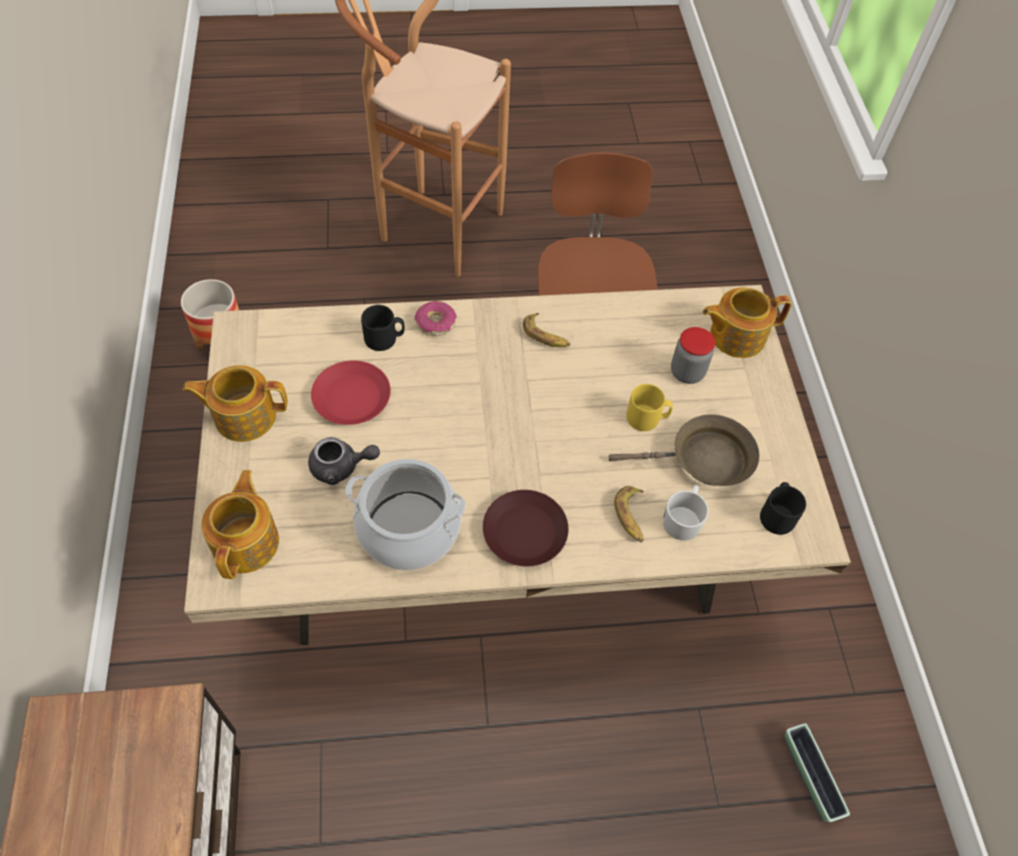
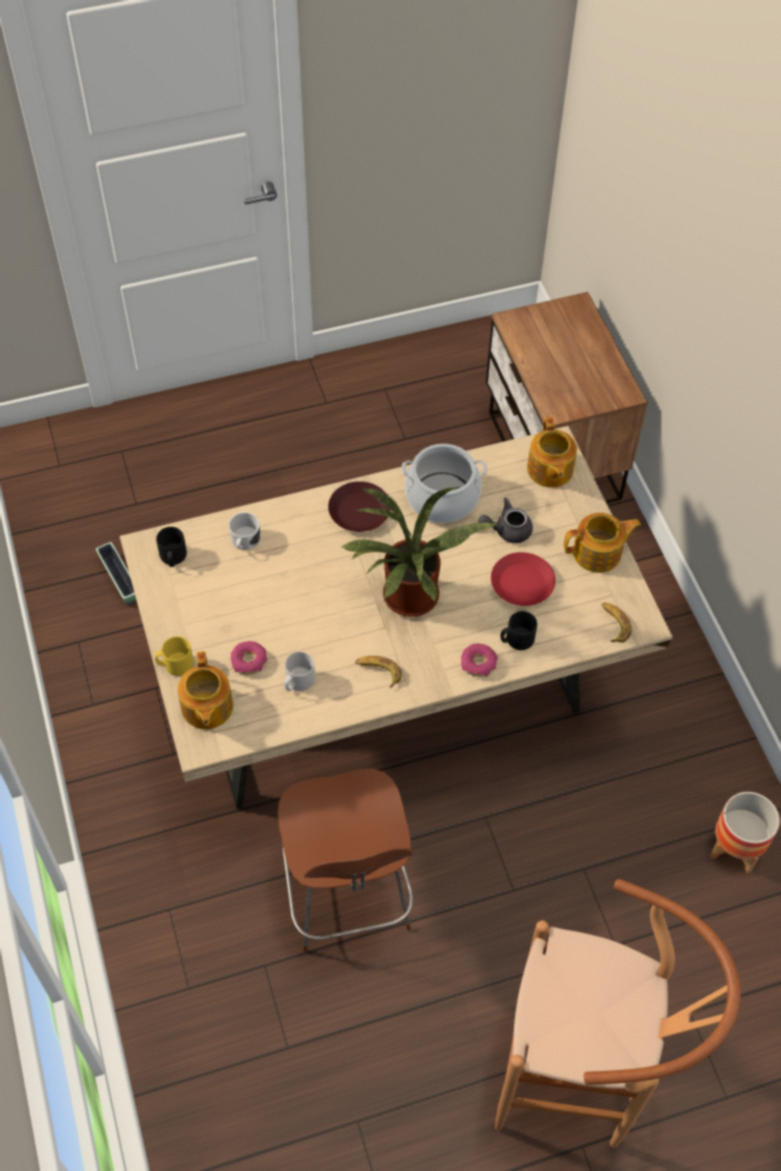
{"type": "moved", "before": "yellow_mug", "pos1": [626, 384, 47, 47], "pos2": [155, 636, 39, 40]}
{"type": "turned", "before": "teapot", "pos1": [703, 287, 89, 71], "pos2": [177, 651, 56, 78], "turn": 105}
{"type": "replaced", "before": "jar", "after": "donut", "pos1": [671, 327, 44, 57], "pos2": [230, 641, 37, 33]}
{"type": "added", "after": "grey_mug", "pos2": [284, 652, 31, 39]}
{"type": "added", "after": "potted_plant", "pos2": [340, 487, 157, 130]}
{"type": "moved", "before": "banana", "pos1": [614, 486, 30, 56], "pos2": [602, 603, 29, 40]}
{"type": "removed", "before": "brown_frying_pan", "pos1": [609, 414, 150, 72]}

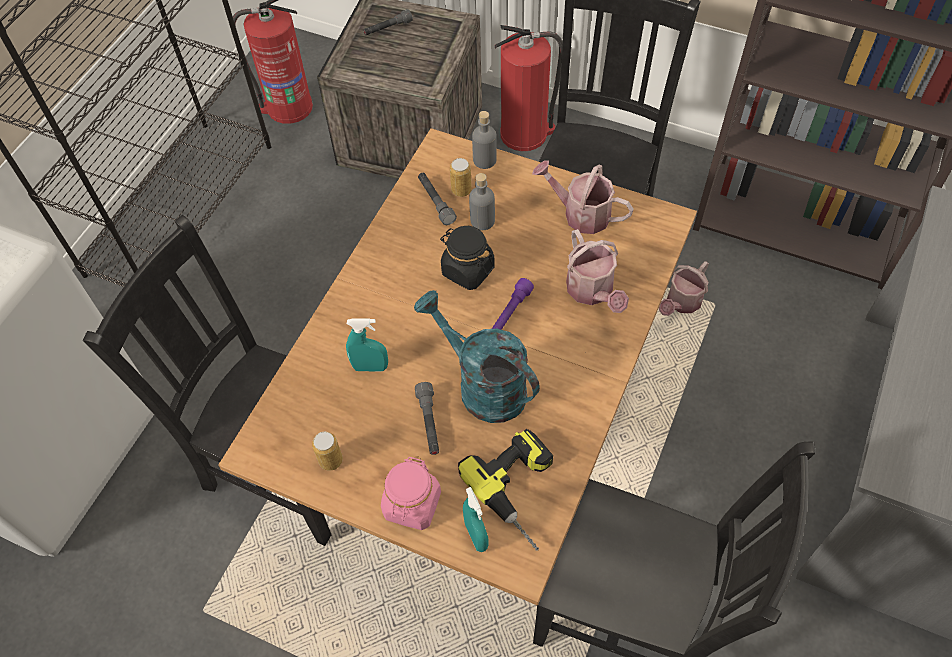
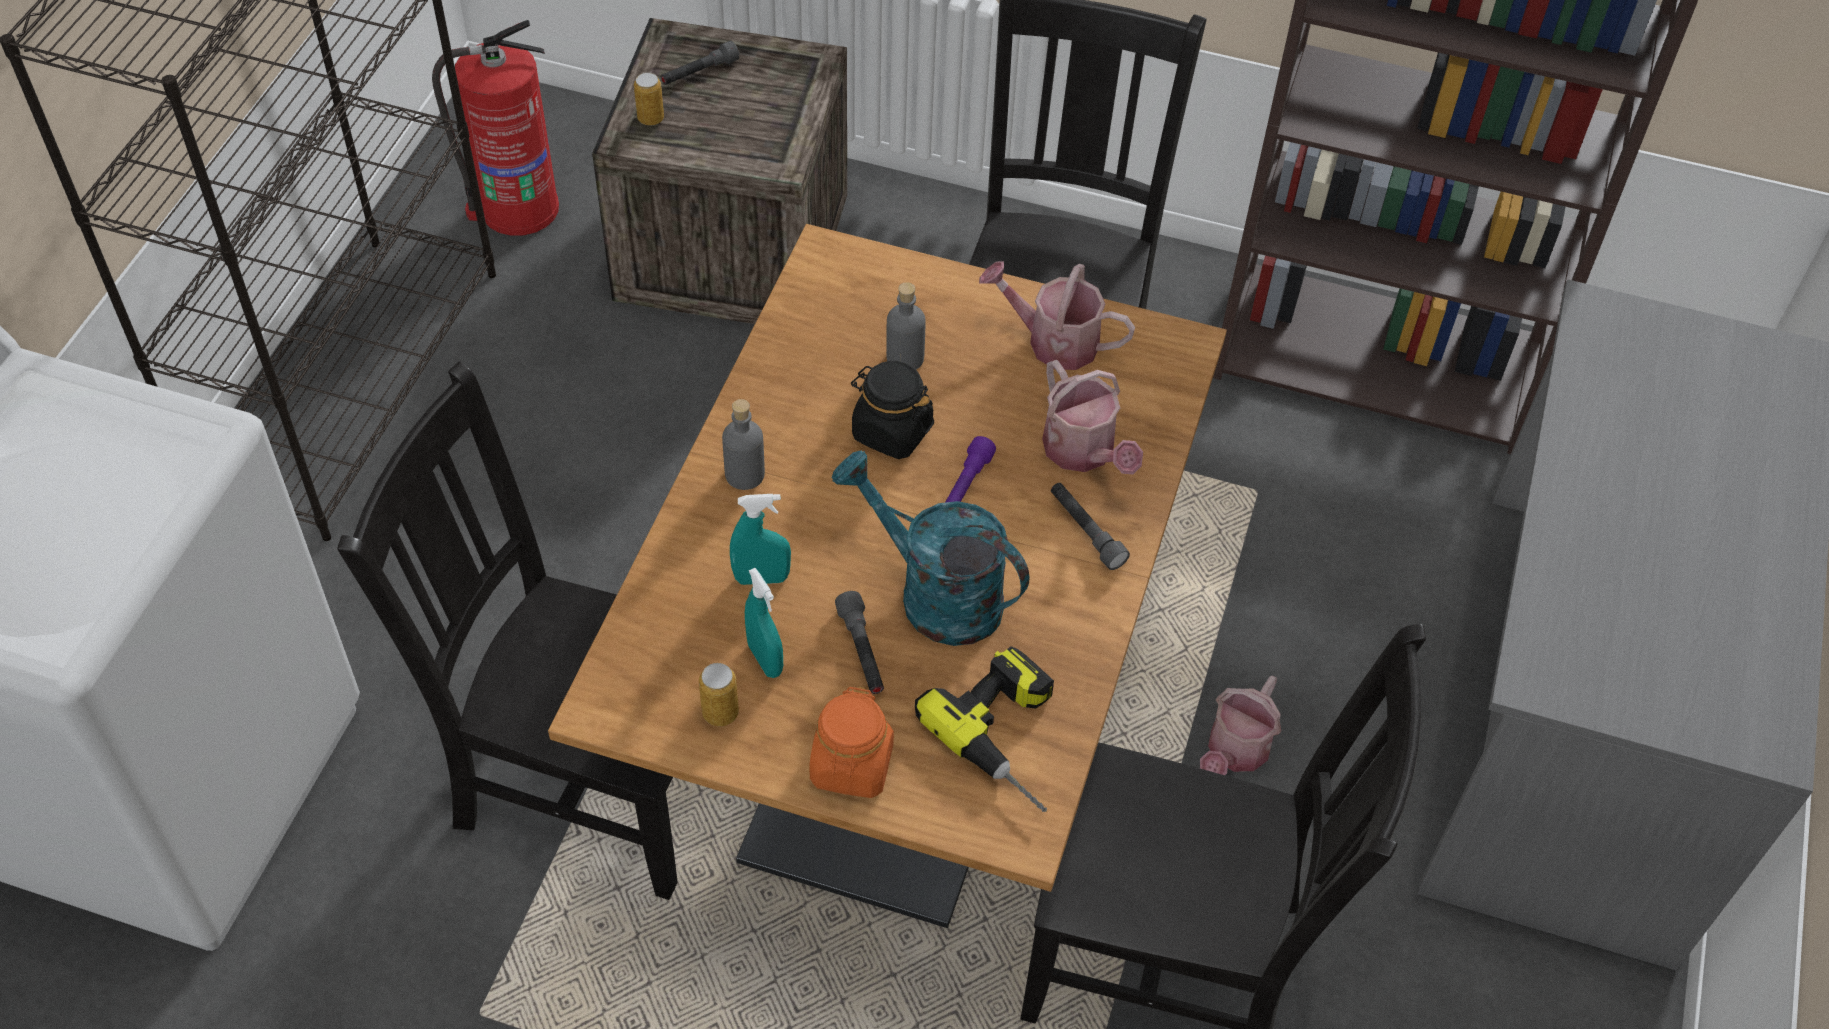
{"type": "moved", "before": "can", "pos1": [450, 158, 22, 39], "pos2": [634, 72, 30, 54]}
{"type": "moved", "before": "grey_bottle", "pos1": [472, 111, 25, 58], "pos2": [722, 399, 43, 91]}
{"type": "moved", "before": "turquoise_spray_bottle", "pos1": [463, 487, 26, 65], "pos2": [745, 568, 38, 110]}
{"type": "recoloured", "before": "pink_jar", "after": "orange_jar", "pos1": [381, 456, 60, 74], "pos2": [809, 686, 85, 112]}
{"type": "moved", "before": "grey_flashlight", "pos1": [418, 173, 39, 52], "pos2": [1051, 483, 79, 87]}
{"type": "moved", "before": "watering_can", "pos1": [659, 261, 50, 55], "pos2": [1200, 676, 81, 99]}
{"type": "removed", "before": "fire_extinguisher", "pos1": [494, 25, 69, 126]}

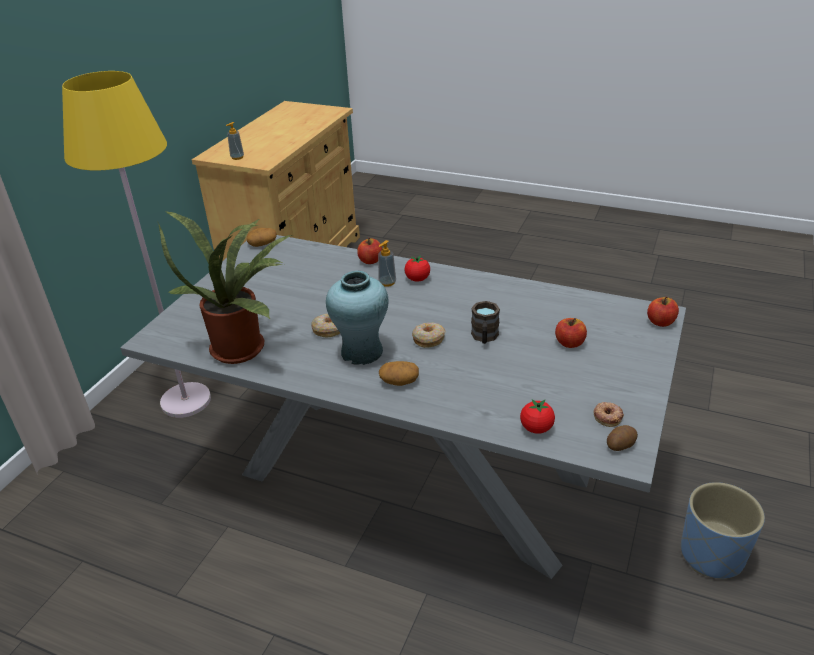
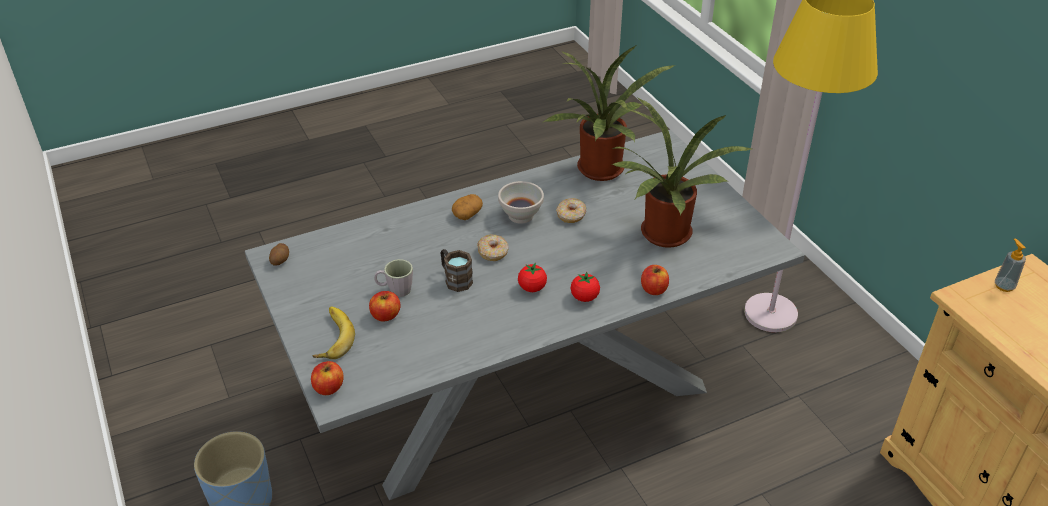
{"type": "added", "after": "banana", "pos2": [312, 307, 43, 52]}
{"type": "added", "after": "grey_mug", "pos2": [374, 259, 39, 38]}
{"type": "replaced", "before": "turquoise_vase", "after": "white_bowl", "pos1": [326, 271, 63, 94], "pos2": [498, 181, 46, 43]}
{"type": "moved", "before": "tomato", "pos1": [520, 399, 35, 35], "pos2": [518, 263, 29, 29]}
{"type": "added", "after": "potted_plant", "pos2": [612, 97, 140, 151]}
{"type": "removed", "before": "potato", "pos1": [247, 228, 30, 19]}
{"type": "removed", "before": "soap_dispenser", "pos1": [378, 240, 18, 47]}
{"type": "removed", "before": "donut", "pos1": [593, 402, 31, 25]}

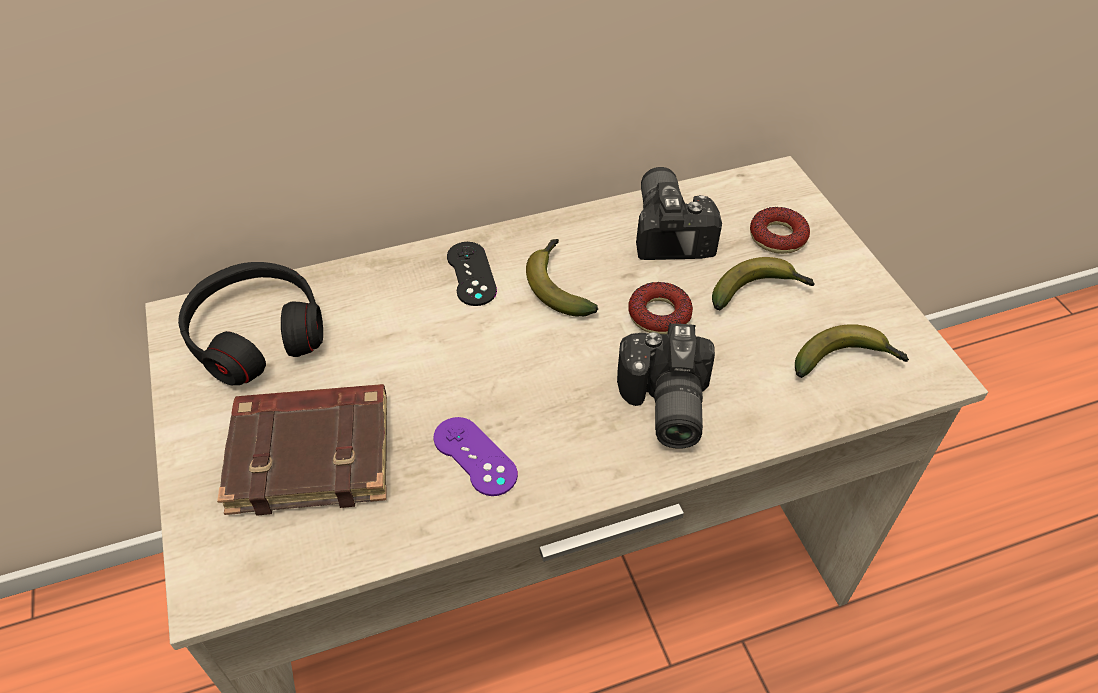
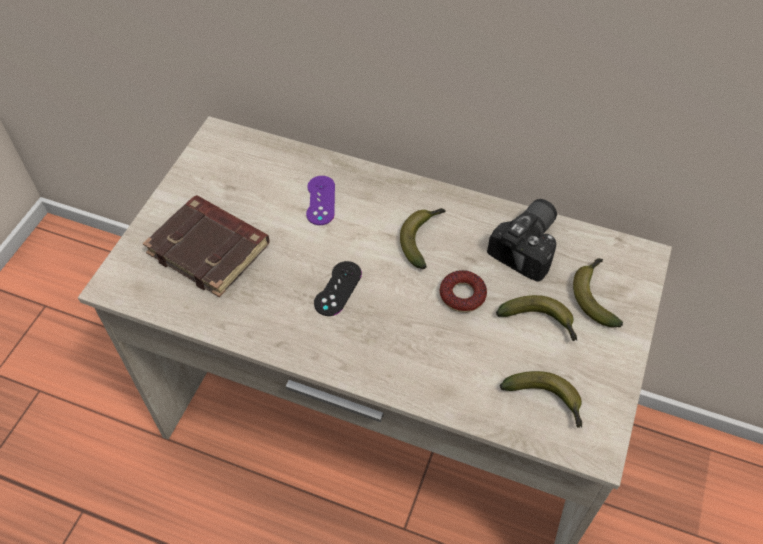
{"type": "moved", "before": "purple_game_controller", "pos1": [433, 417, 85, 79], "pos2": [306, 176, 29, 49]}
{"type": "moved", "before": "black_game_controller", "pos1": [447, 242, 50, 64], "pos2": [314, 261, 48, 55]}
{"type": "replaced", "before": "donut", "after": "banana", "pos1": [750, 207, 60, 47], "pos2": [573, 258, 50, 69]}
{"type": "removed", "before": "black_headphones", "pos1": [178, 262, 145, 123]}
{"type": "removed", "before": "photo_camera", "pos1": [617, 323, 98, 126]}

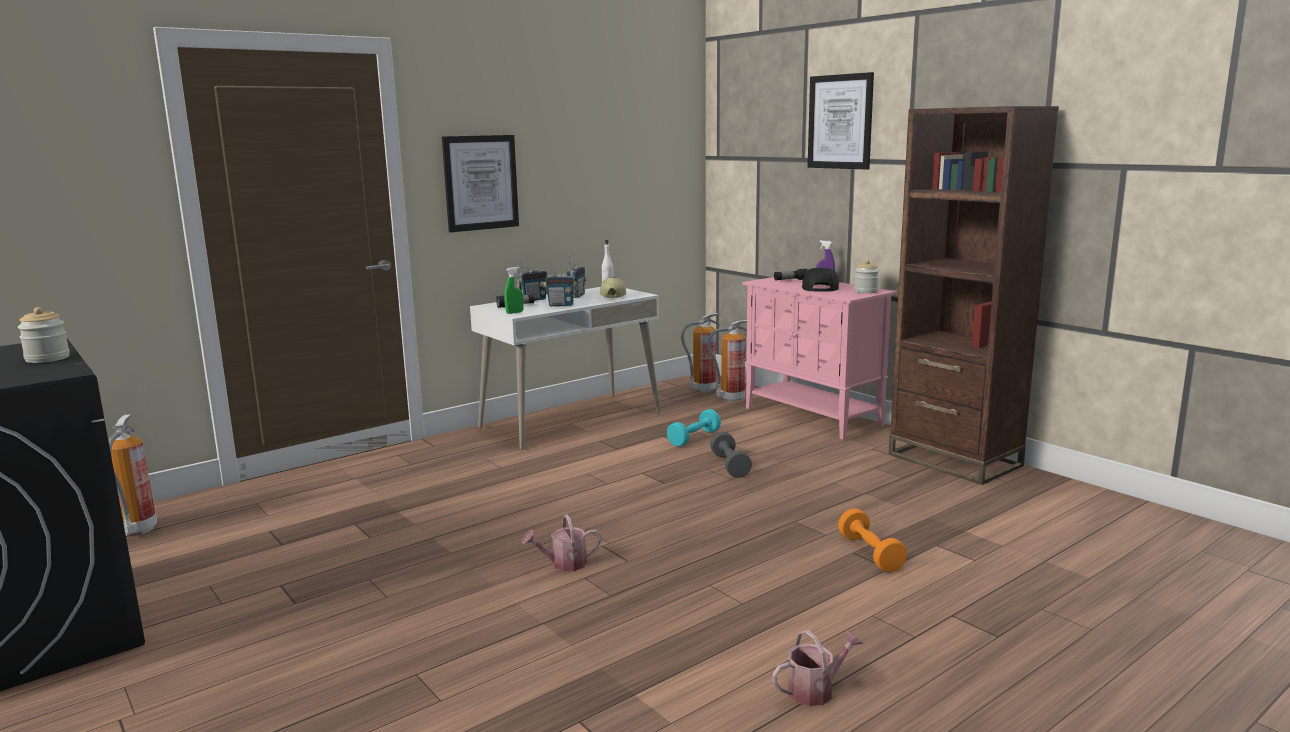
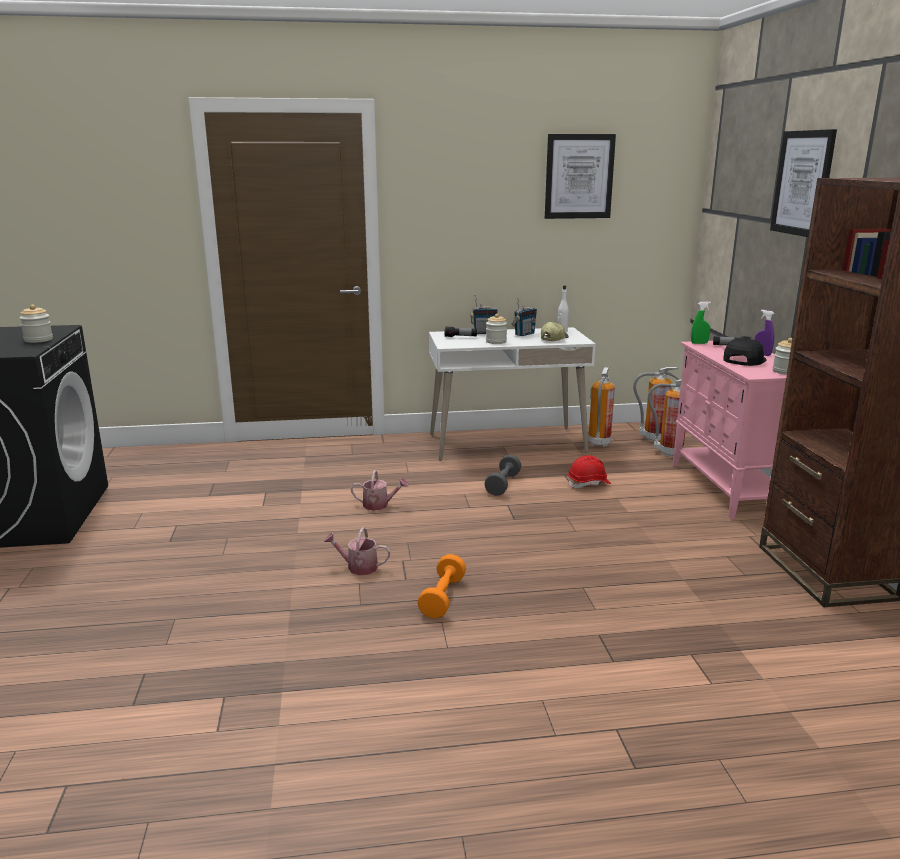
{"type": "moved", "before": "watering_can", "pos1": [772, 630, 91, 76], "pos2": [351, 470, 57, 41]}
{"type": "moved", "before": "orange_dumbbell", "pos1": [838, 508, 70, 64], "pos2": [418, 554, 48, 64]}
{"type": "moved", "before": "grey_dumbbell", "pos1": [710, 432, 42, 46], "pos2": [484, 455, 37, 41]}
{"type": "replaced", "before": "radio", "after": "jar", "pos1": [543, 260, 34, 46], "pos2": [486, 314, 21, 30]}
{"type": "moved", "before": "picture", "pos1": [442, 135, 77, 98], "pos2": [545, 134, 71, 85]}
{"type": "replaced", "before": "turquoise_dumbbell", "after": "red_hard_hat", "pos1": [667, 409, 54, 38], "pos2": [568, 455, 43, 33]}
{"type": "moved", "before": "fire_extinguisher", "pos1": [108, 414, 49, 121], "pos2": [588, 367, 27, 80]}
{"type": "moved", "before": "green_spray_bottle", "pos1": [504, 267, 20, 47], "pos2": [691, 301, 20, 43]}

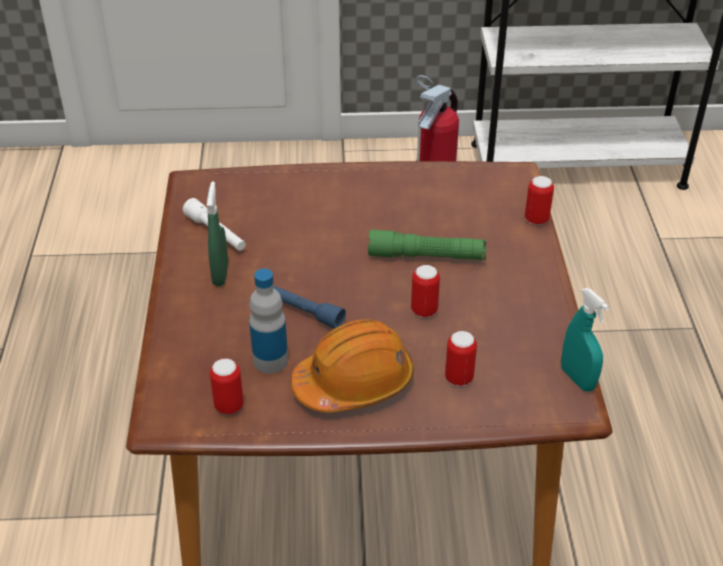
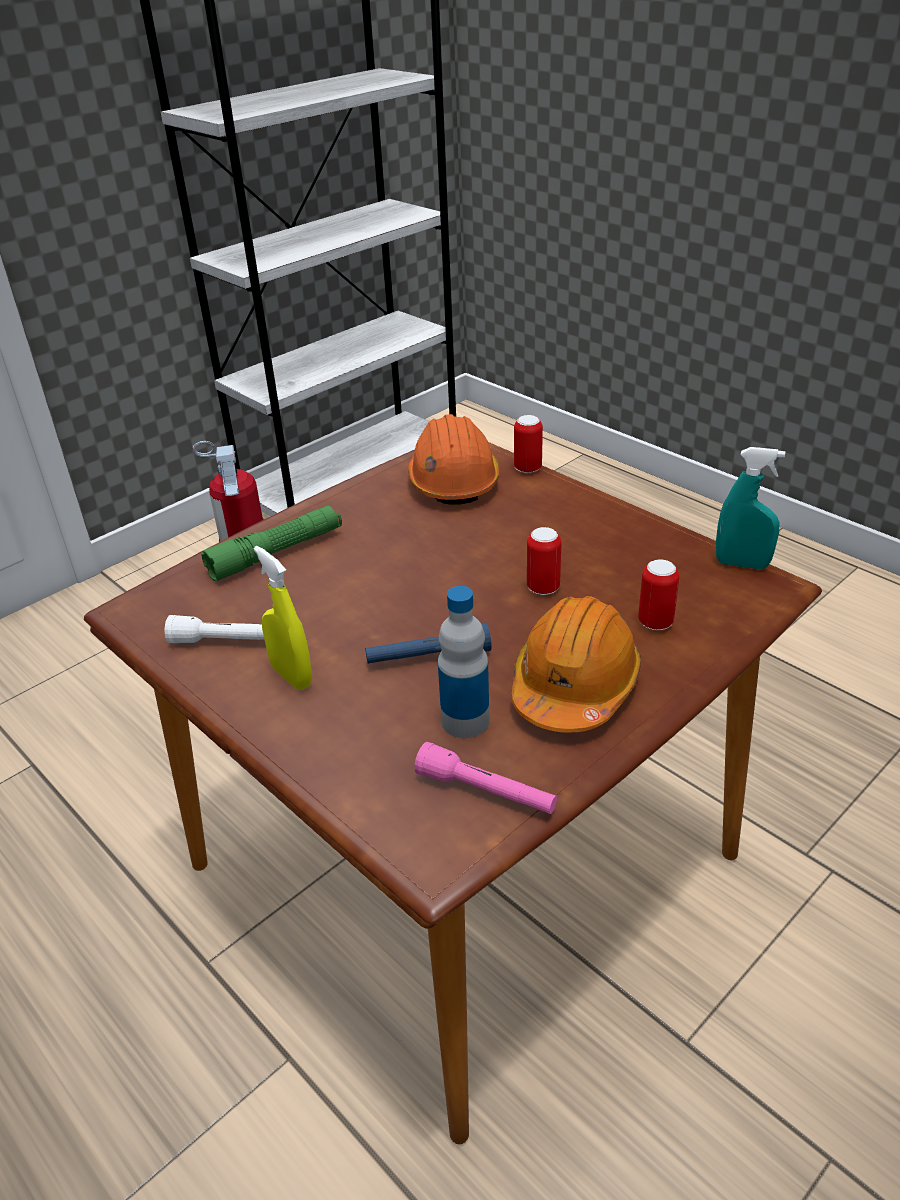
{"type": "moved", "before": "green_flashlight", "pos1": [368, 230, 118, 30], "pos2": [202, 506, 140, 75]}
{"type": "recoloured", "before": "green_spray_bottle", "after": "yellow_spray_bottle", "pos1": [207, 182, 21, 104], "pos2": [254, 546, 58, 144]}
{"type": "added", "after": "orange_hard_hat", "pos2": [407, 414, 93, 91]}
{"type": "replaced", "before": "can", "after": "pink_flashlight", "pos1": [210, 358, 34, 56], "pos2": [414, 742, 143, 72]}

